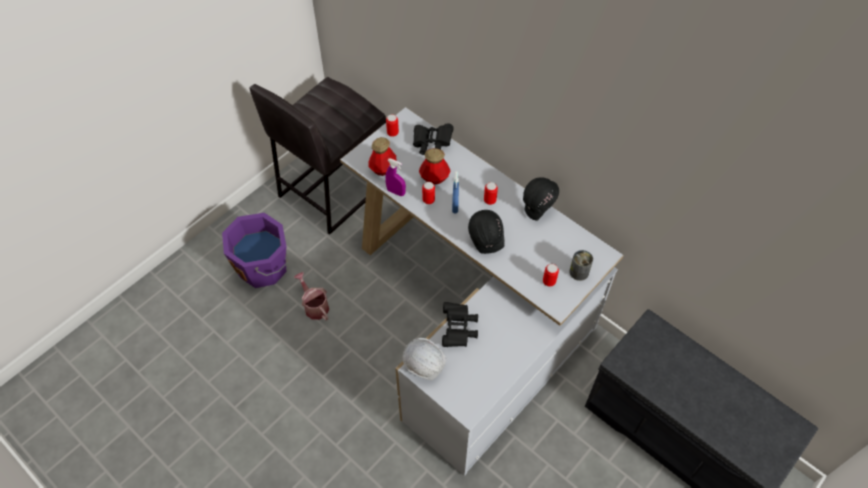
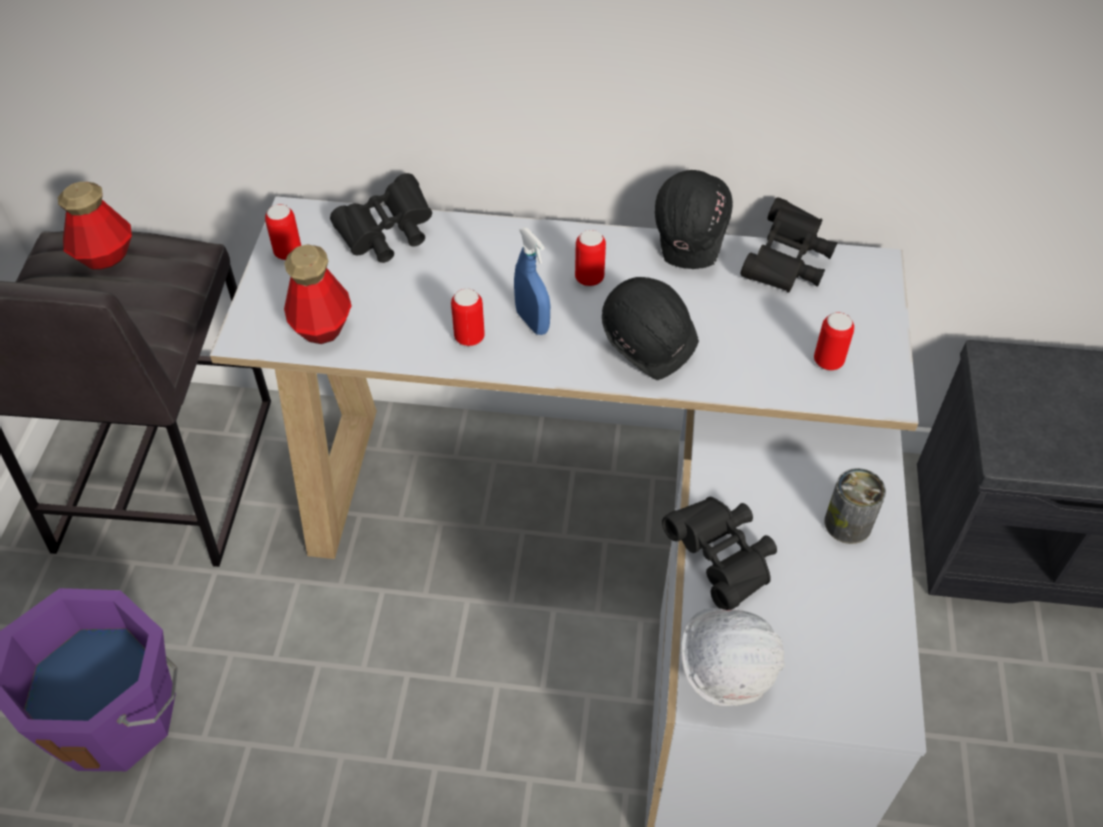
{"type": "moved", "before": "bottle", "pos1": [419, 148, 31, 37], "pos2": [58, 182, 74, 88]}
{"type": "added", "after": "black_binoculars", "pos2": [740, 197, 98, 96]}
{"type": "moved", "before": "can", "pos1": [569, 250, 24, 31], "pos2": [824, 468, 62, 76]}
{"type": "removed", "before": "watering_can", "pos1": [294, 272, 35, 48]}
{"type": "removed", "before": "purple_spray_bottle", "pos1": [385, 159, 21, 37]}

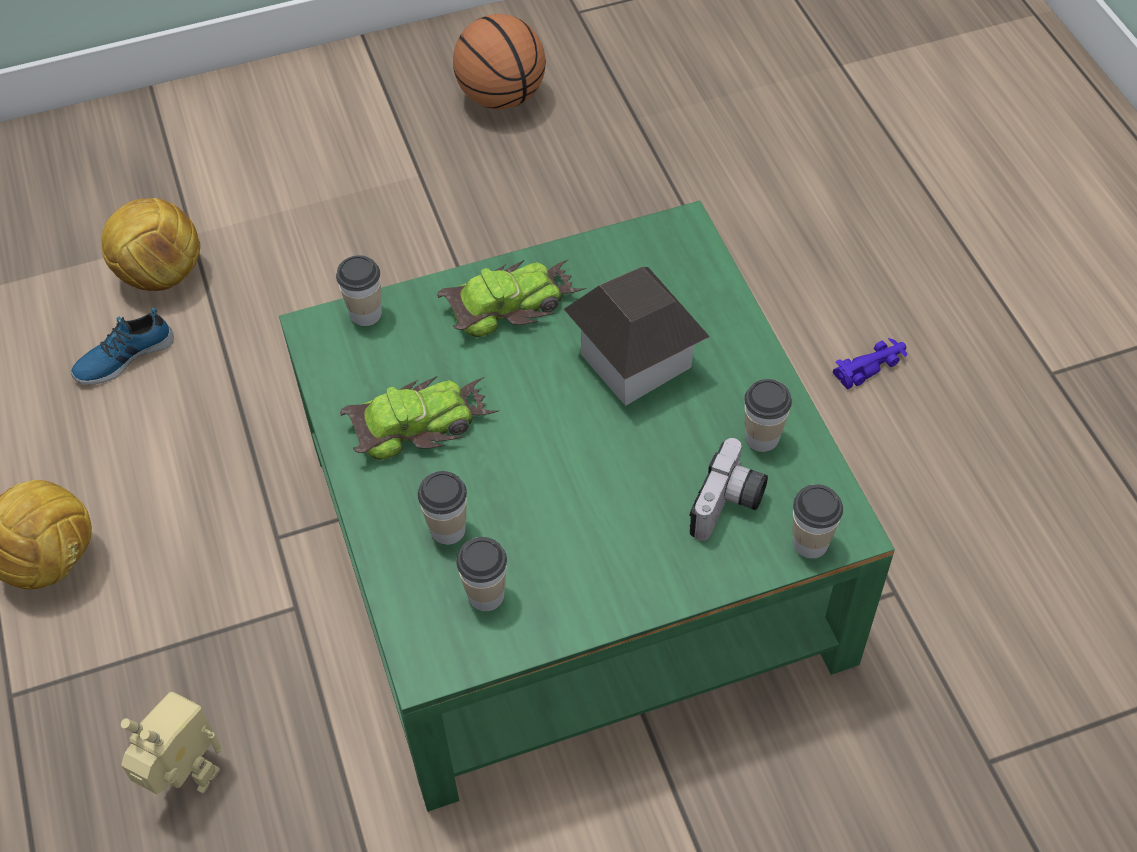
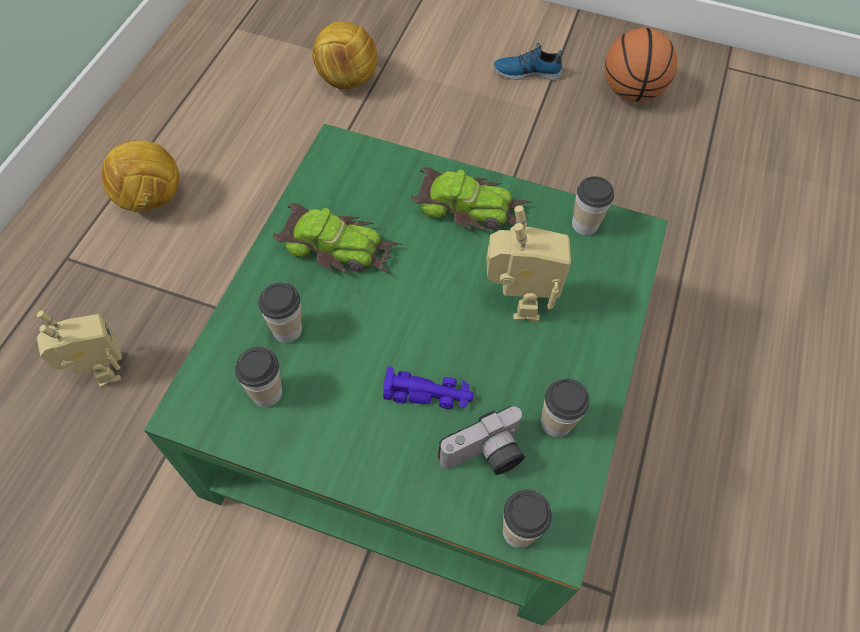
{"type": "moved", "before": "purple_toy_car", "pos1": [833, 338, 74, 52], "pos2": [383, 366, 90, 43]}
{"type": "replaced", "before": "toy_house", "after": "toy_robot", "pos1": [564, 267, 146, 139], "pos2": [487, 205, 84, 117]}
{"type": "moved", "before": "shoe", "pos1": [71, 308, 103, 77], "pos2": [493, 43, 70, 37]}
{"type": "moved", "before": "cup", "pos1": [336, 255, 46, 71], "pos2": [572, 176, 42, 59]}

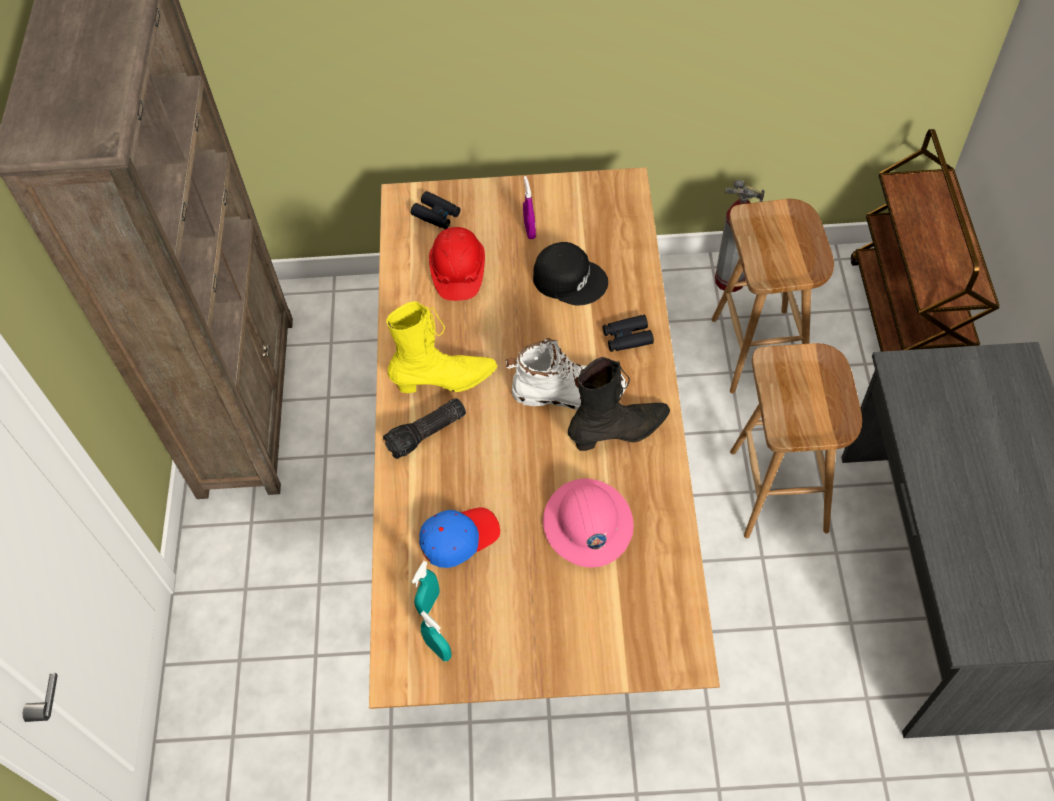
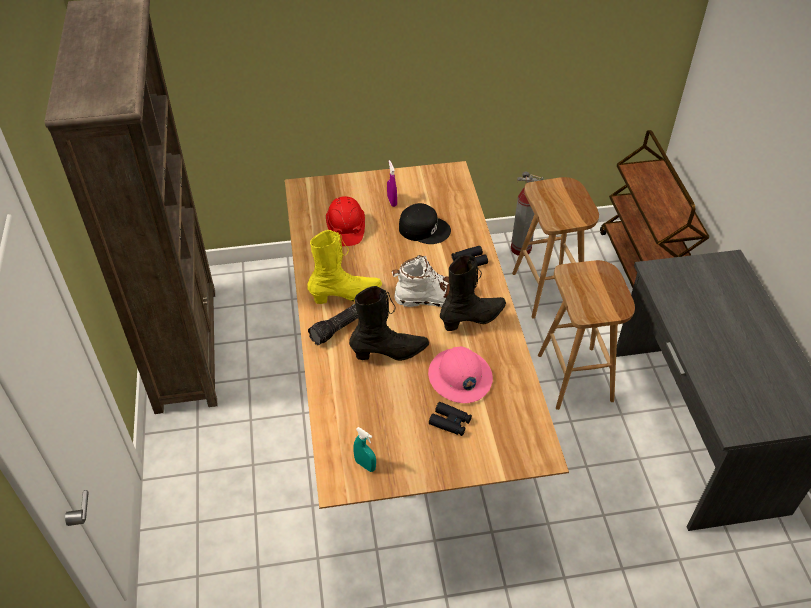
{"type": "added", "after": "black_boot", "pos2": [349, 286, 80, 75]}
{"type": "moved", "before": "black_binoculars", "pos1": [411, 191, 49, 38], "pos2": [429, 402, 43, 34]}
{"type": "removed", "before": "turquoise_spray_bottle", "pos1": [412, 561, 27, 55]}
{"type": "removed", "before": "blue_cap", "pos1": [419, 508, 81, 60]}

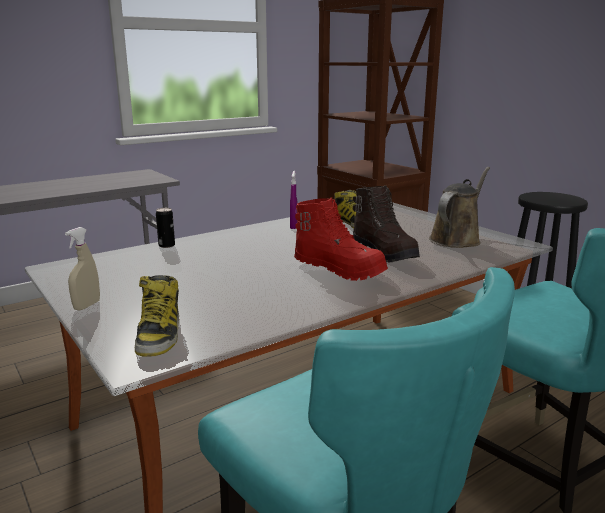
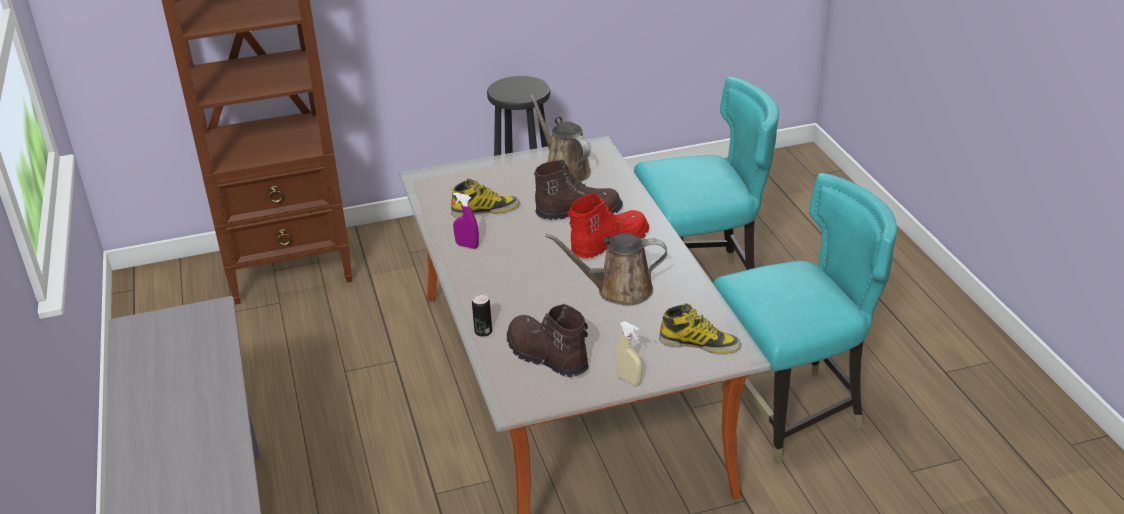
{"type": "added", "after": "brown_boot", "pos2": [507, 304, 82, 73]}
{"type": "added", "after": "brown_watering_can", "pos2": [546, 233, 121, 72]}

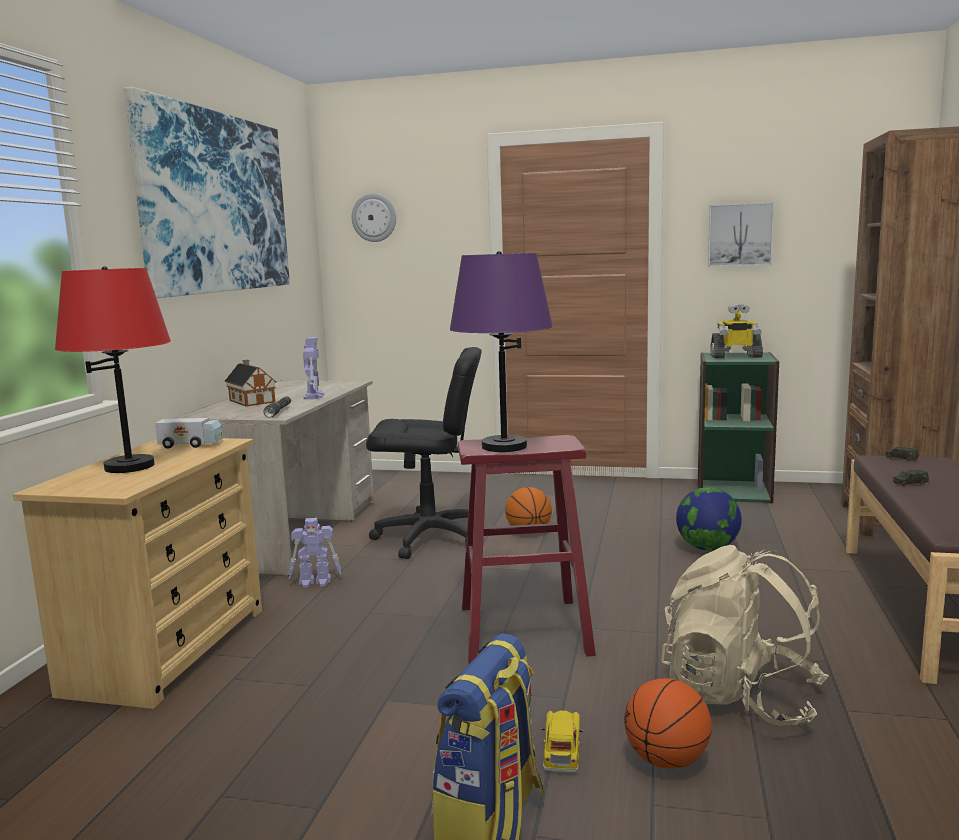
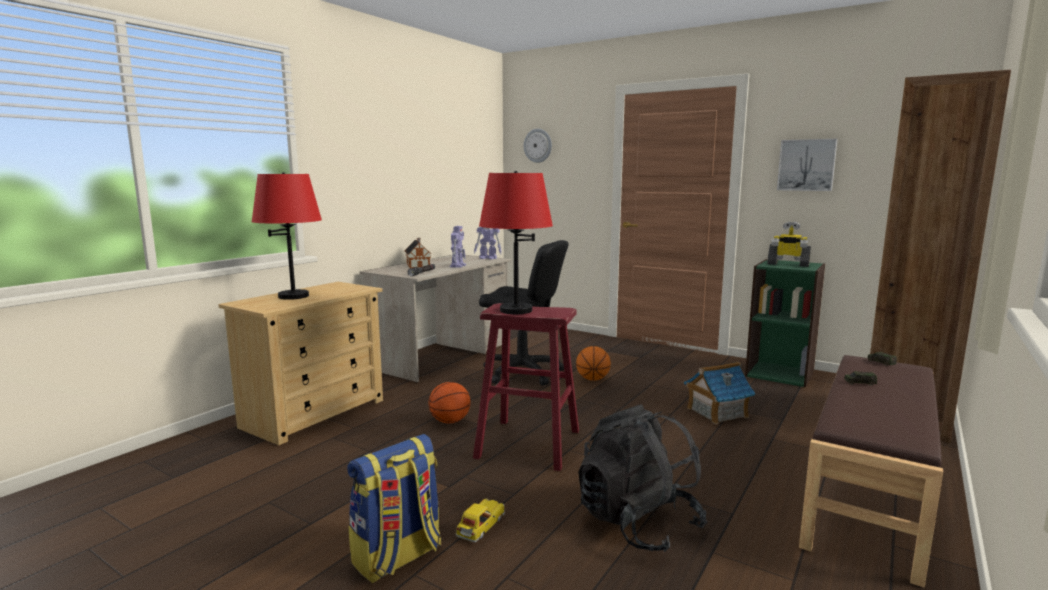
{"type": "moved", "before": "basketball", "pos1": [624, 678, 88, 91], "pos2": [429, 382, 42, 41]}
{"type": "moved", "before": "toy_robot", "pos1": [289, 518, 52, 69], "pos2": [474, 227, 28, 32]}
{"type": "recoloured", "before": "purple_table_lamp", "after": "red_table_lamp", "pos1": [450, 251, 103, 201], "pos2": [479, 171, 74, 143]}
{"type": "recoloured", "before": "beige_backpack", "after": "black_backpack", "pos1": [661, 545, 168, 181], "pos2": [578, 404, 129, 148]}
{"type": "replaced", "before": "globe", "after": "toy_house", "pos1": [676, 487, 66, 64], "pos2": [684, 362, 72, 62]}
{"type": "removed", "before": "picture", "pos1": [124, 87, 166, 211]}
{"type": "removed", "before": "toy_truck", "pos1": [155, 418, 68, 31]}

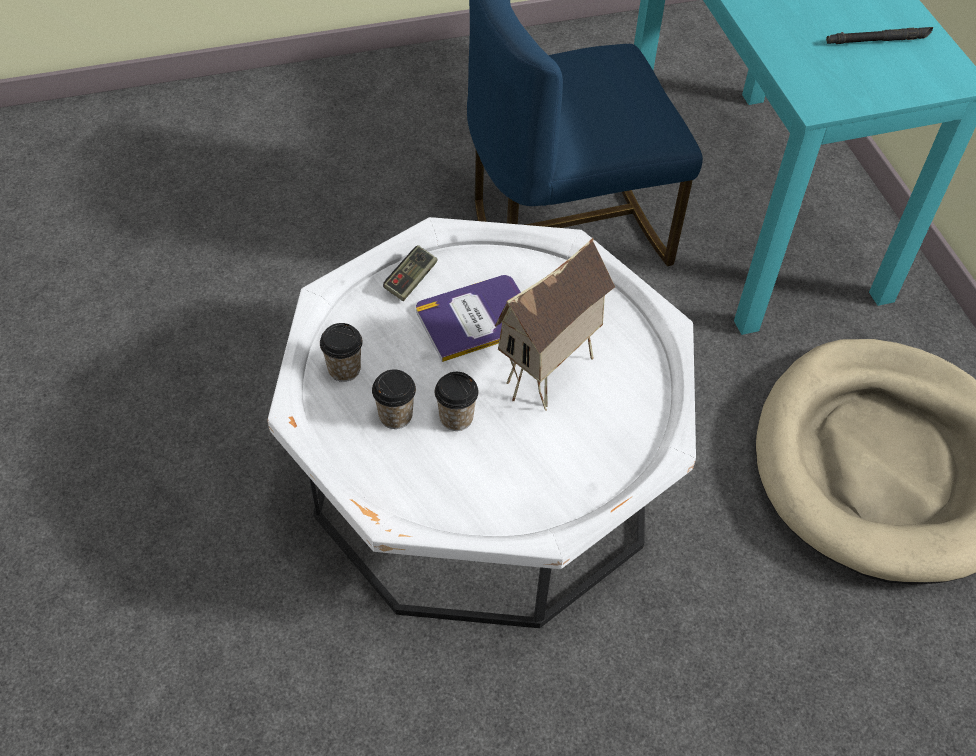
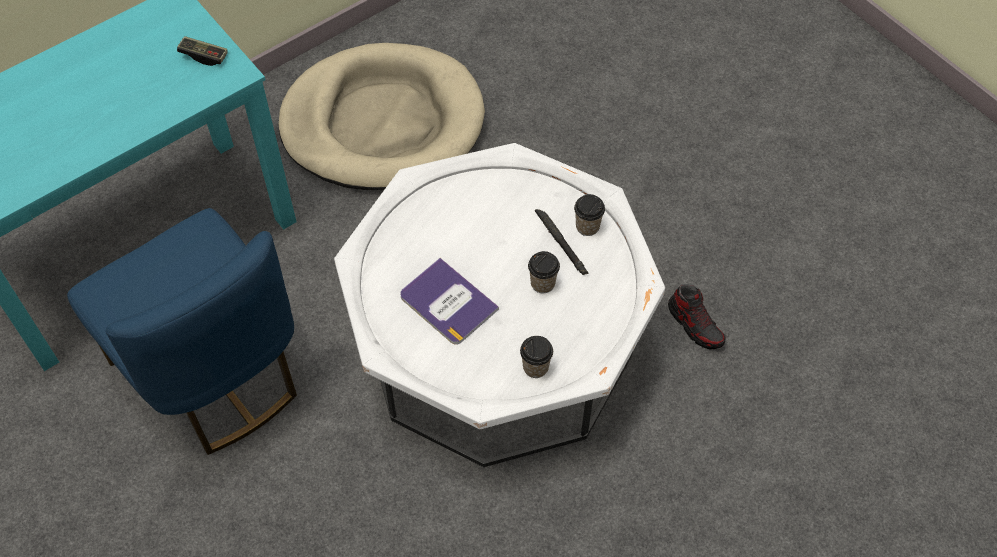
{"type": "moved", "before": "game_controller", "pos1": [383, 245, 54, 56], "pos2": [177, 36, 51, 30]}
{"type": "moved", "before": "black_flashlight", "pos1": [826, 27, 107, 17], "pos2": [535, 209, 53, 66]}
{"type": "moved", "before": "cup", "pos1": [372, 369, 44, 60], "pos2": [574, 194, 31, 42]}
{"type": "added", "after": "shoe", "pos2": [668, 284, 58, 65]}
{"type": "removed", "before": "toy_house", "pos1": [495, 238, 120, 173]}

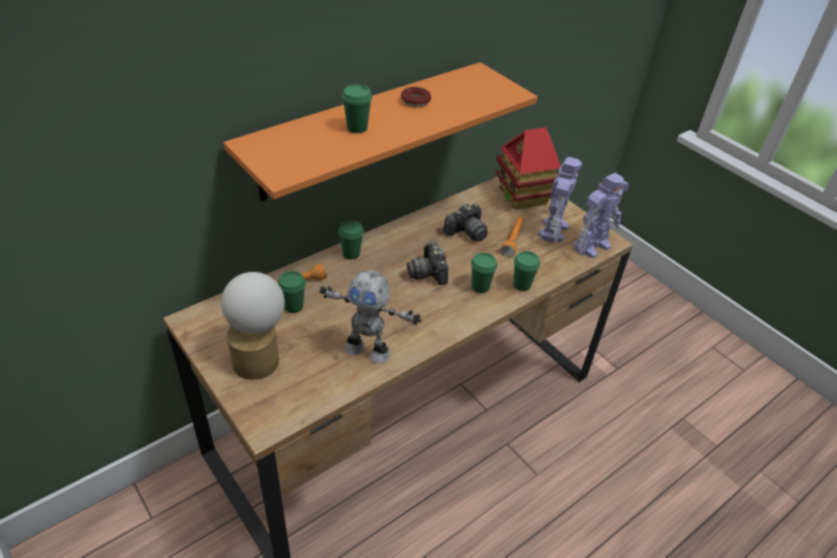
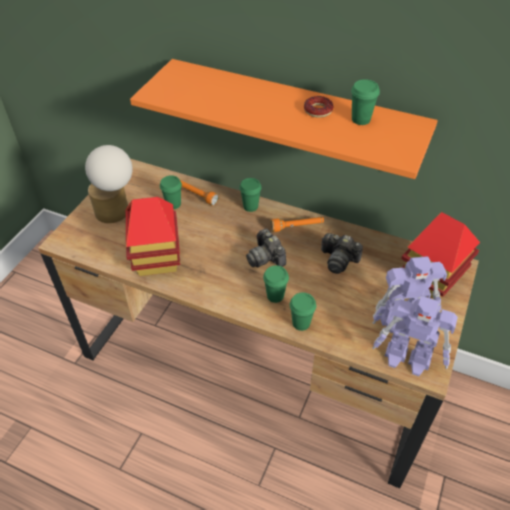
{"type": "replaced", "before": "toy_robot", "after": "toy_house", "pos1": [320, 270, 101, 94], "pos2": [126, 197, 54, 79]}
{"type": "turned", "before": "photo_camera", "pos1": [407, 242, 41, 43], "pos2": [246, 229, 40, 39], "turn": -75}
{"type": "moved", "before": "orange_flashlight", "pos1": [501, 216, 23, 40], "pos2": [271, 217, 53, 15]}
{"type": "moved", "before": "green_cup", "pos1": [342, 84, 30, 49], "pos2": [351, 79, 29, 46]}

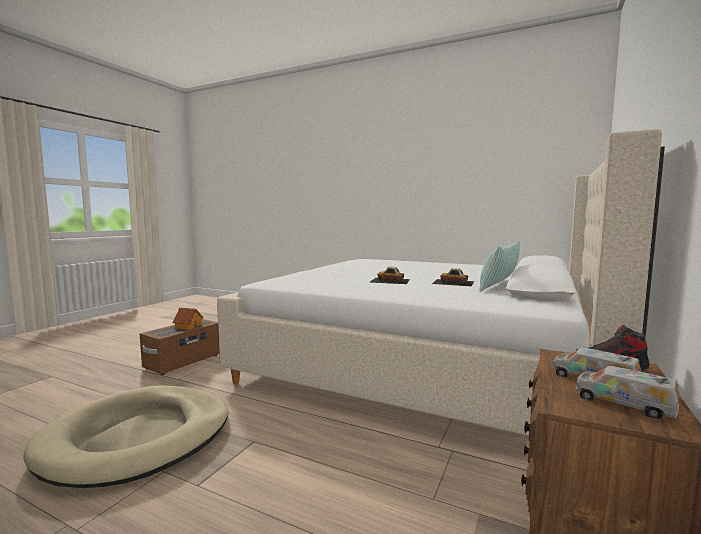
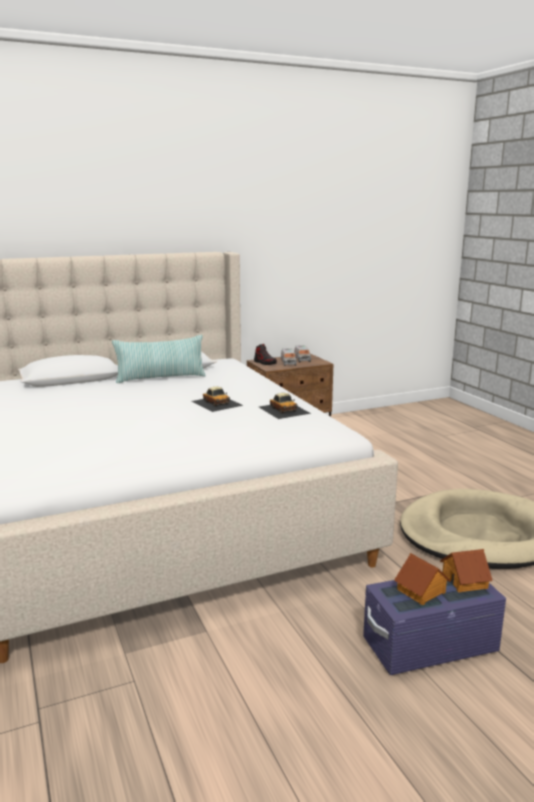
{"type": "moved", "before": "toy_car", "pos1": [432, 268, 42, 18], "pos2": [259, 393, 52, 26]}
{"type": "recoloured", "before": "brown_storage_box", "after": "purple_storage_box", "pos1": [140, 319, 79, 56], "pos2": [363, 574, 143, 101]}
{"type": "added", "after": "toy_house", "pos2": [440, 549, 53, 43]}

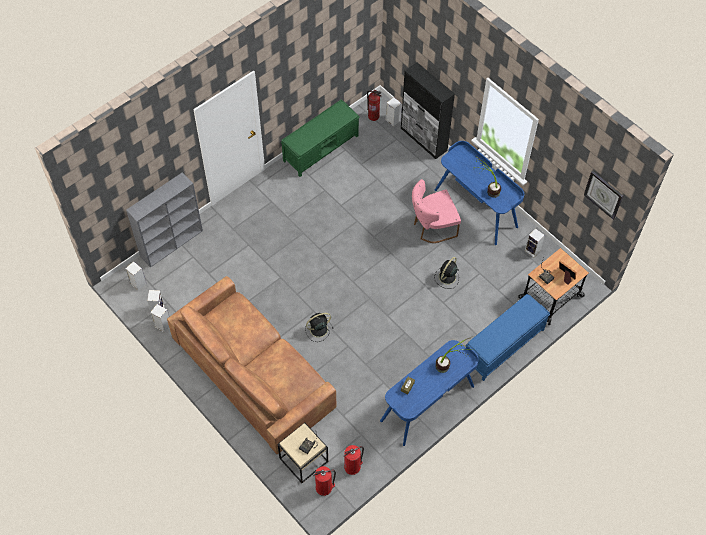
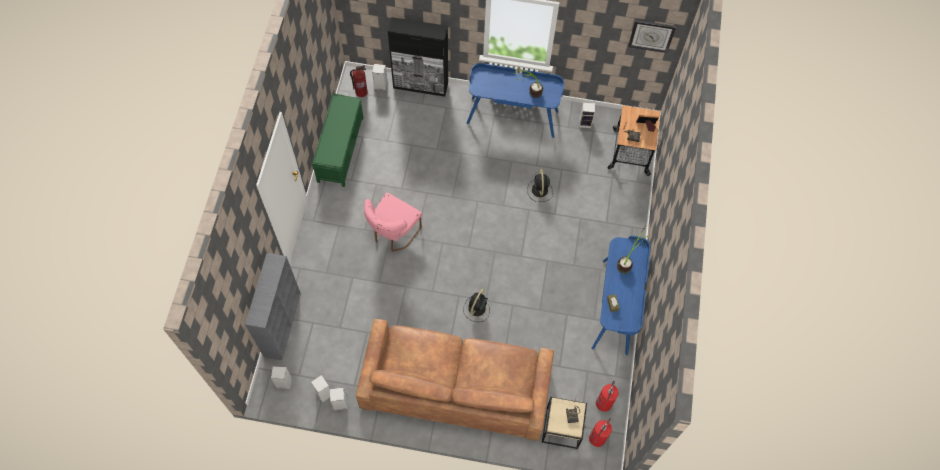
{"type": "moved", "before": "pink_chair", "pos1": [412, 179, 49, 64], "pos2": [364, 193, 58, 59]}
{"type": "removed", "before": "blue_bench", "pos1": [465, 294, 85, 87]}

